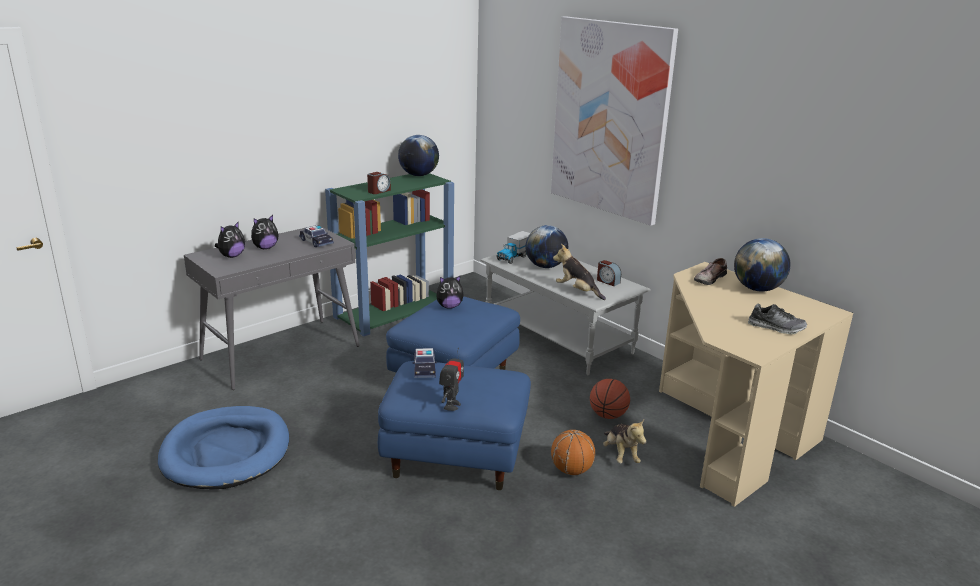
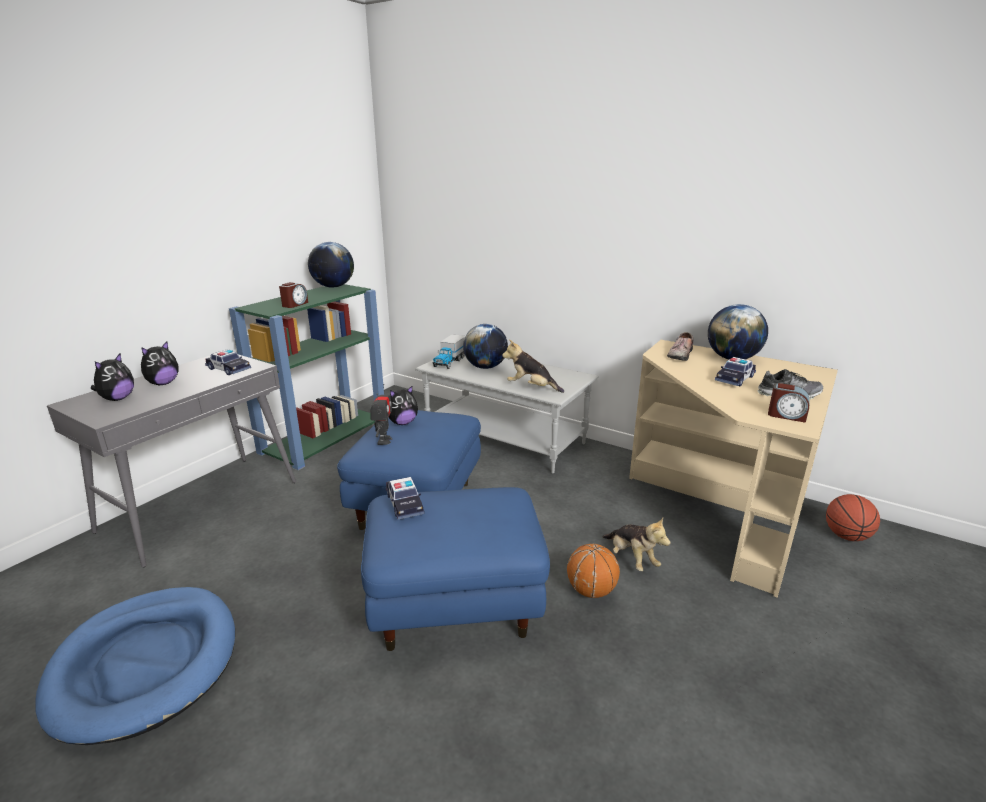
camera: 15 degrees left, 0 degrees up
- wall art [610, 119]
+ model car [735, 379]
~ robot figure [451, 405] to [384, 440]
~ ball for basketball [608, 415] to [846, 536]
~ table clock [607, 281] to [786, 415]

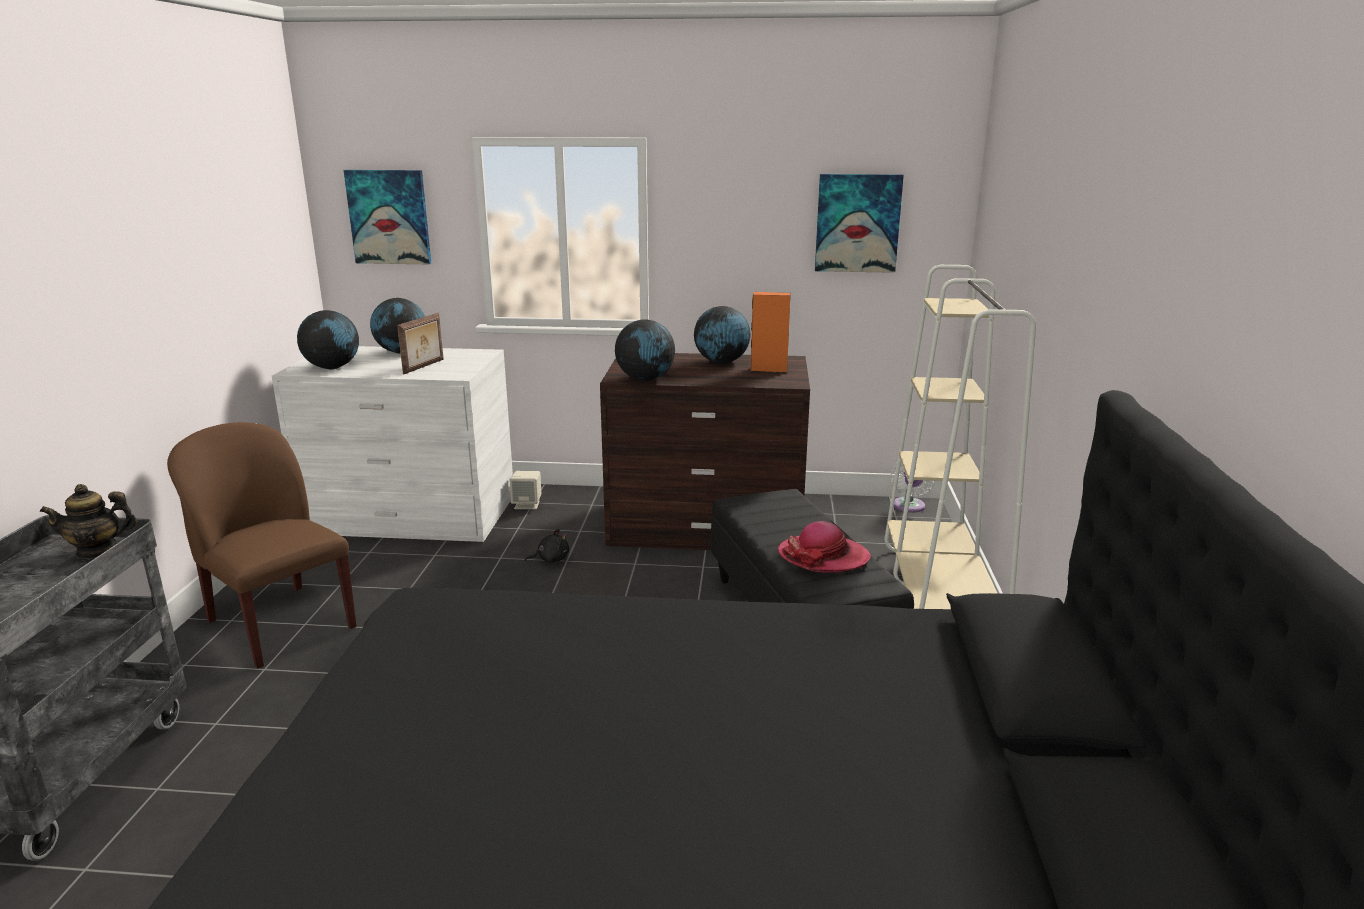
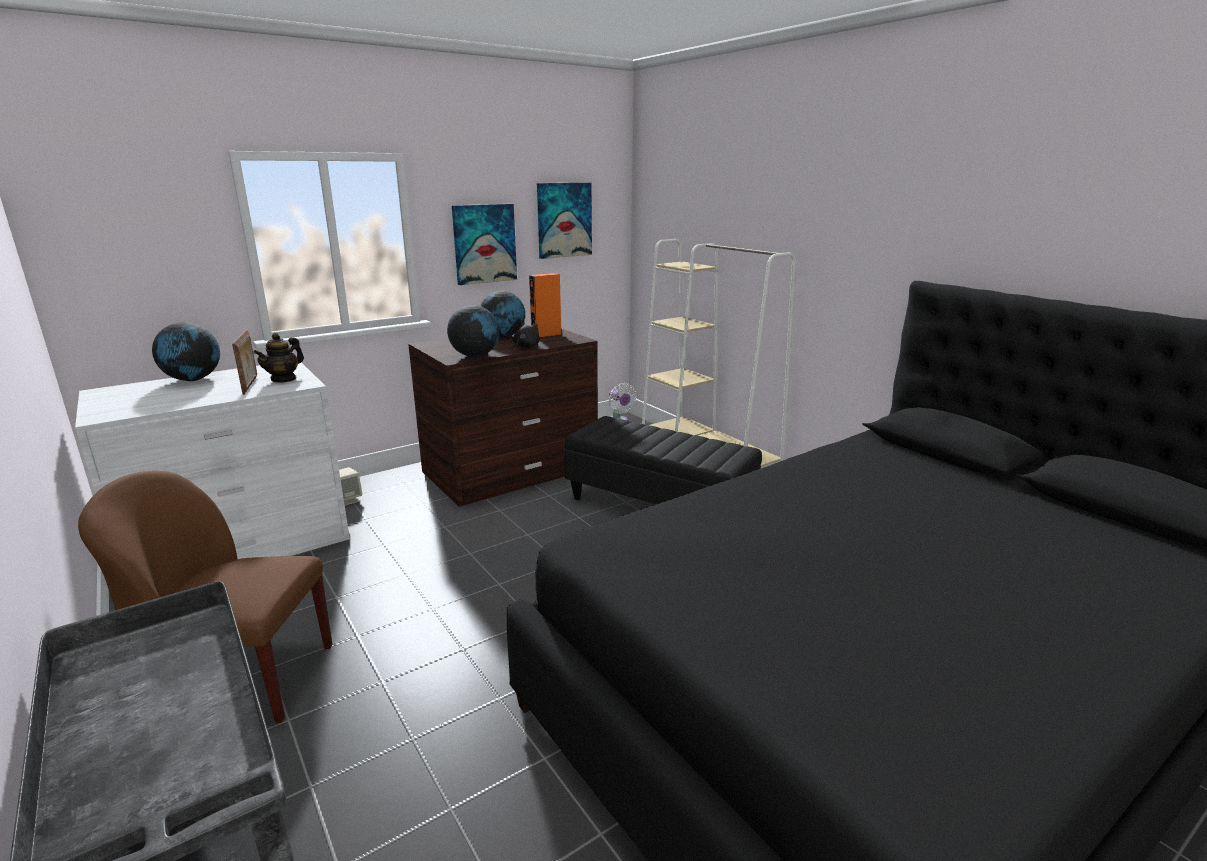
camera: 40 degrees left, 0 degrees up
- desk globe [332, 367]
- wearable hat [823, 557]
~ pot for tea [97, 550] to [284, 379]
~ wall art [389, 217] to [484, 243]
~ soft toy in black-coloured [551, 559] to [525, 347]

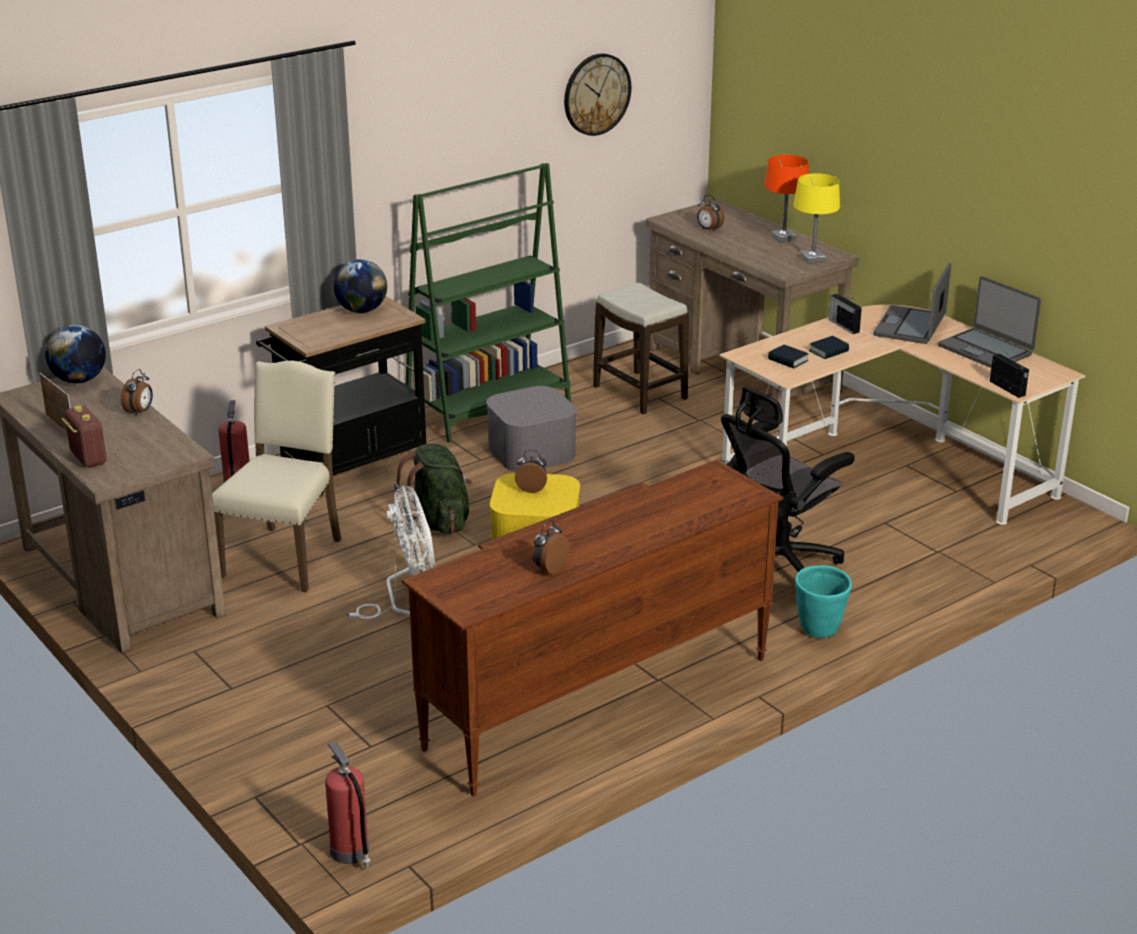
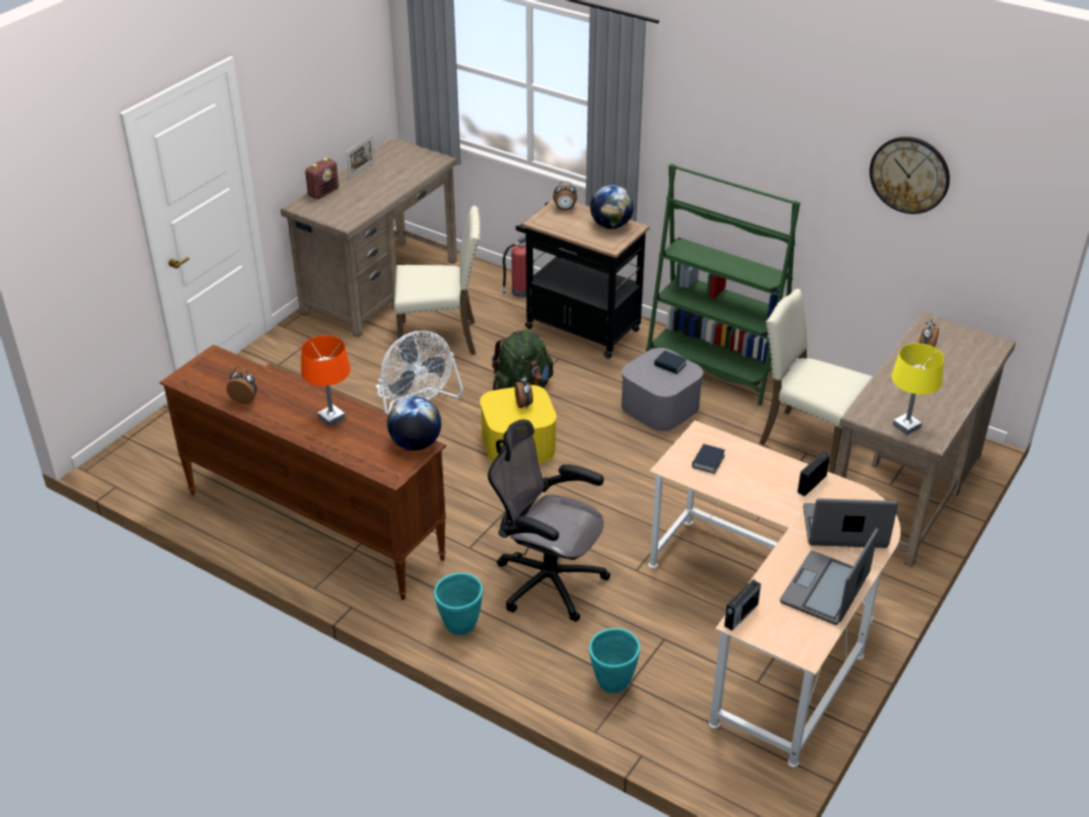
camera: 70 degrees right, 10 degrees up
- fire-fighting cylinder [350, 852]
+ flower pot in blue-green [612, 682]
~ desk globe [79, 380] to [416, 444]
~ table clock [140, 412] to [565, 209]
~ tabletop lamp in orangey [783, 238] to [331, 418]
~ bound book [828, 351] to [670, 365]
~ sitting stool [639, 393] to upright chair in beige [807, 440]

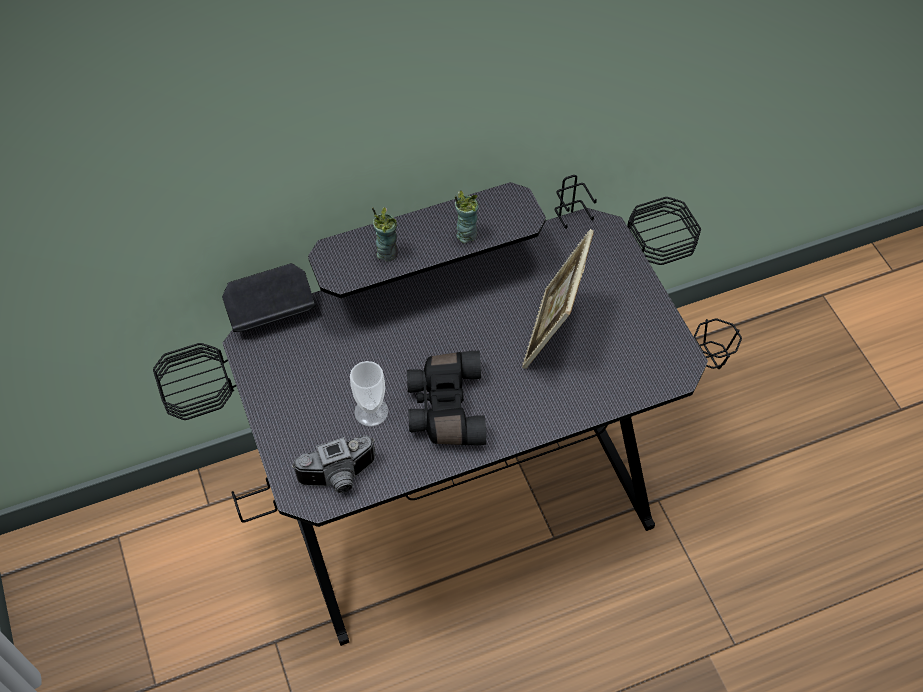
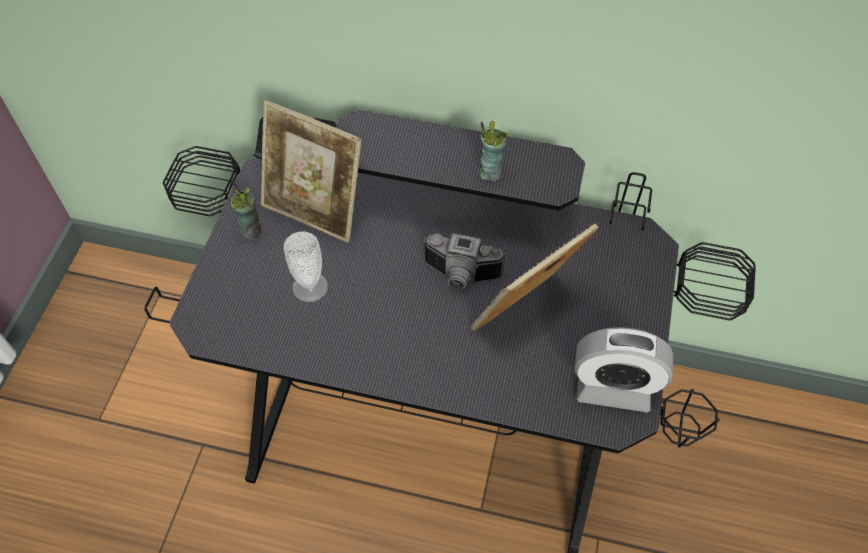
camera: 35 degrees right, 0 degrees up
- pair of binoculars in black-coloured [444, 407]
+ photo frame [315, 210]
+ table clock [613, 388]
~ still camera [340, 479] to [460, 276]
~ small cup [387, 252] to [251, 230]

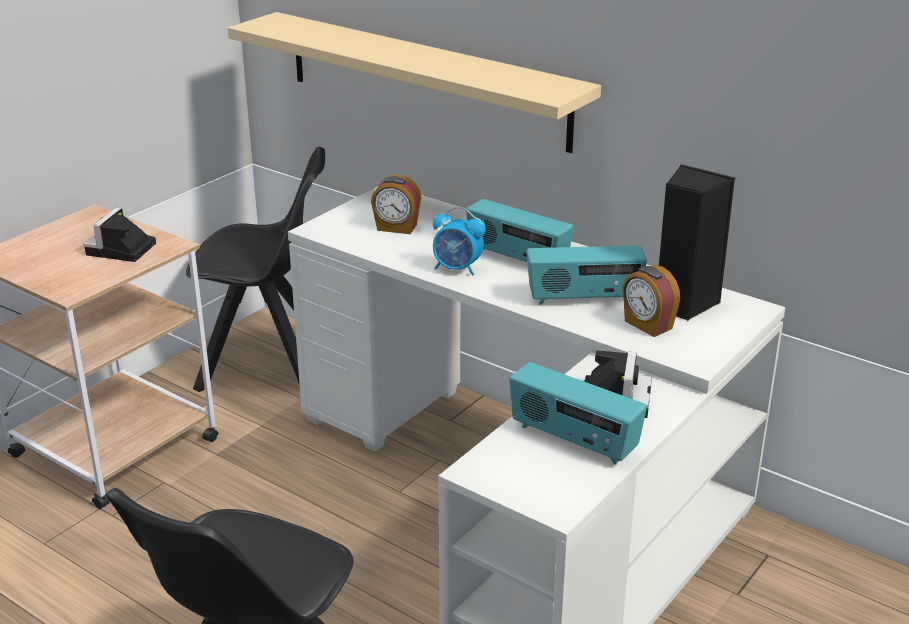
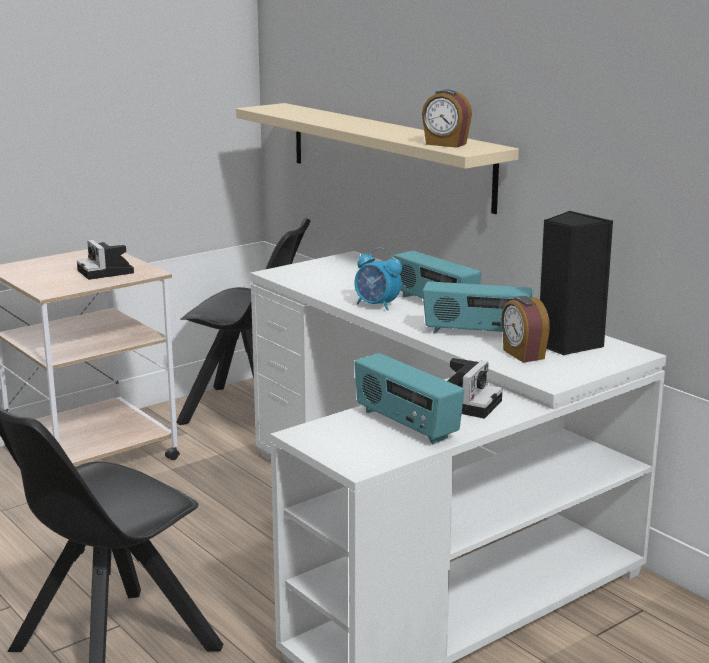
camera: 15 degrees right, 10 degrees down
~ table clock [396, 228] to [445, 144]
~ still camera [121, 250] = [107, 272] 60 degrees counterclockwise

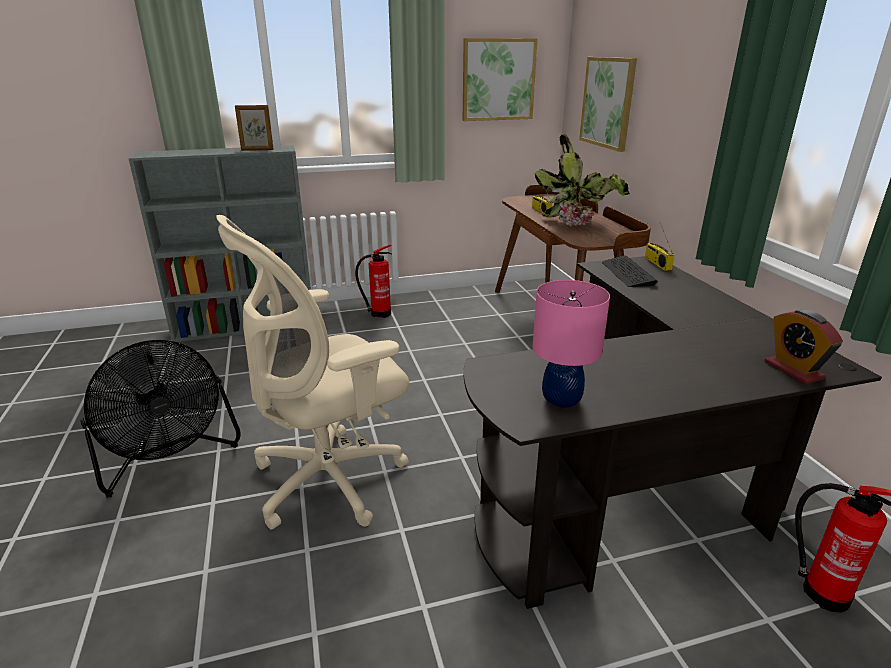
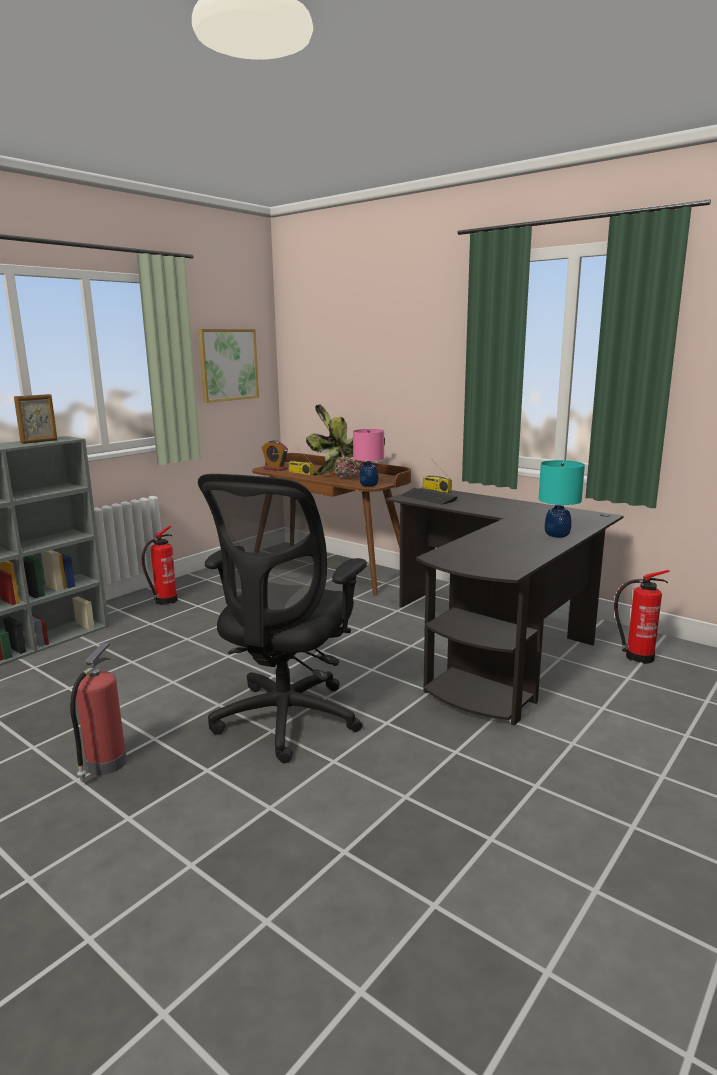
camera: 35 degrees left, 10 degrees down
- wall art [608, 102]
+ tabletop lamp in blue-green [557, 536]
~ tabletop lamp in pink [560, 401] to [369, 485]
~ table clock [793, 370] to [275, 469]
~ cooling fan in black-coloured [163, 459] to fire-fighting cylinder [105, 764]
~ office chair in beige [335, 474] to office chair in black-coloured [289, 713]

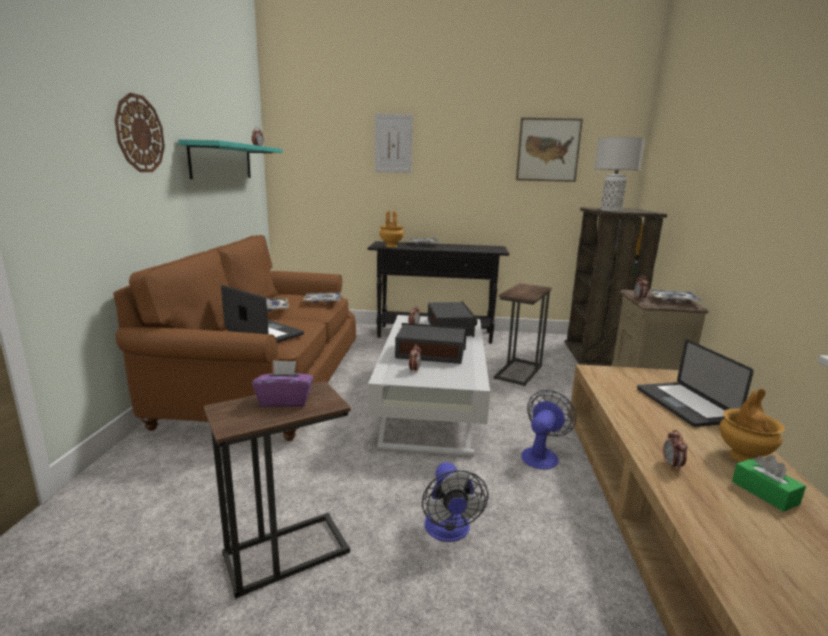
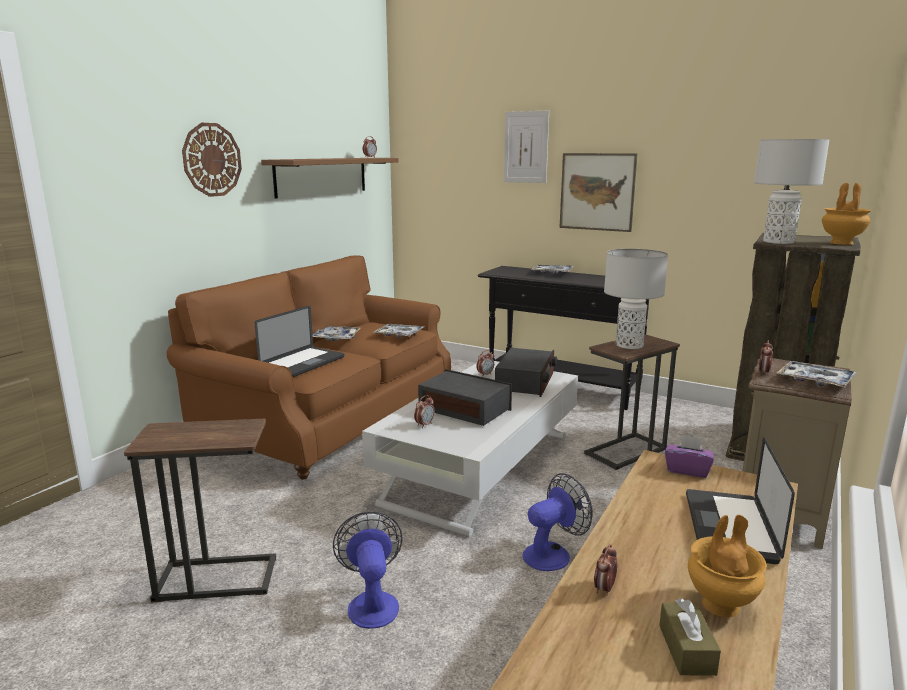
camera: 25 degrees right, 0 degrees up
+ tabletop lamp in whitish [628, 345]
~ box of tissues in purple [285, 401] to [687, 470]
~ vase in brown [391, 246] to [840, 243]
~ wall art [548, 150] to [597, 192]
~ shelf in blue-green [222, 161] to shelf in brown [322, 176]
~ box of tissues in green [764, 493] to box of tissues in brown [686, 649]
~ laptop [264, 332] = [303, 363] 60 degrees clockwise
~ cooling fan [448, 531] = [372, 602] 150 degrees clockwise

